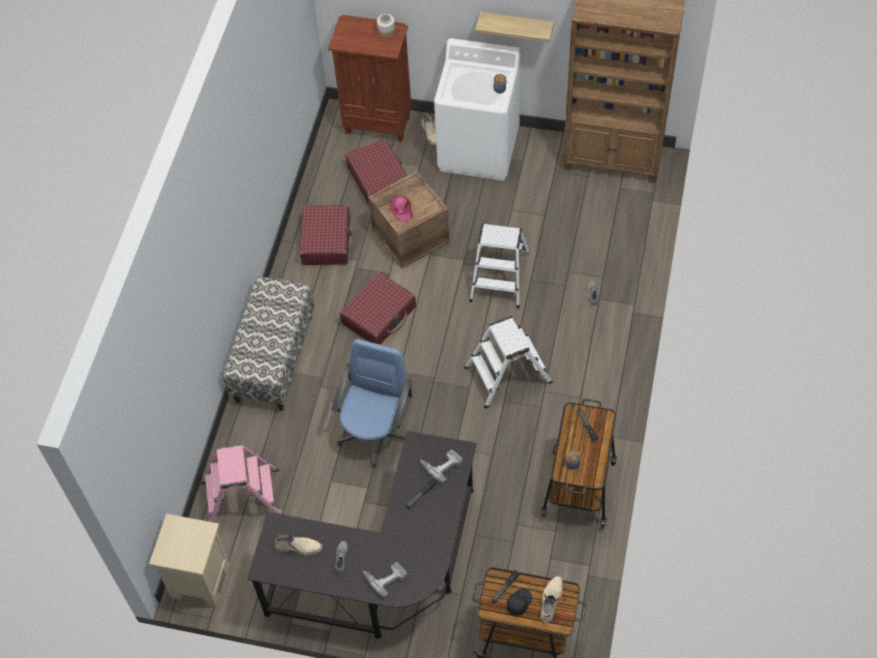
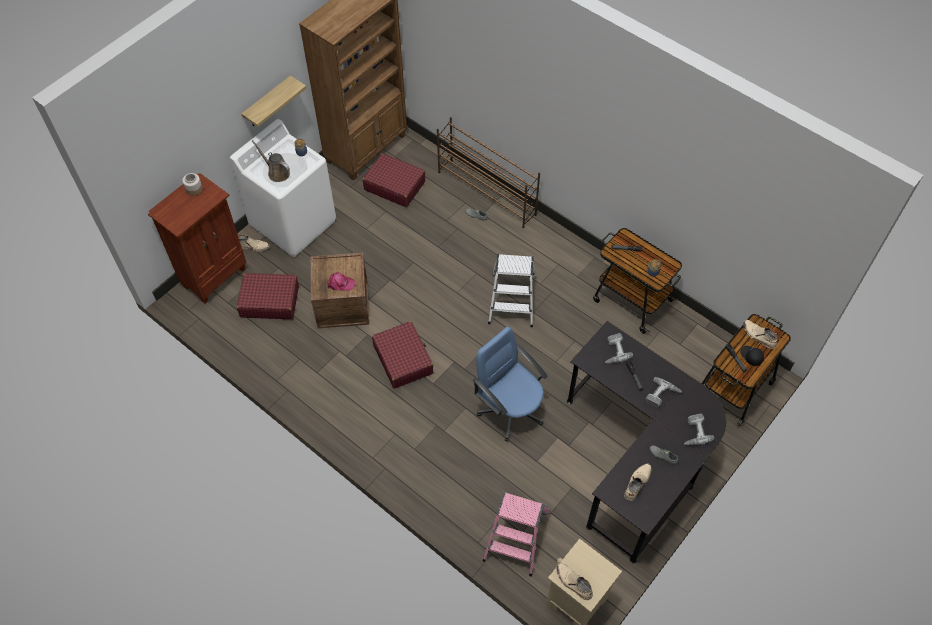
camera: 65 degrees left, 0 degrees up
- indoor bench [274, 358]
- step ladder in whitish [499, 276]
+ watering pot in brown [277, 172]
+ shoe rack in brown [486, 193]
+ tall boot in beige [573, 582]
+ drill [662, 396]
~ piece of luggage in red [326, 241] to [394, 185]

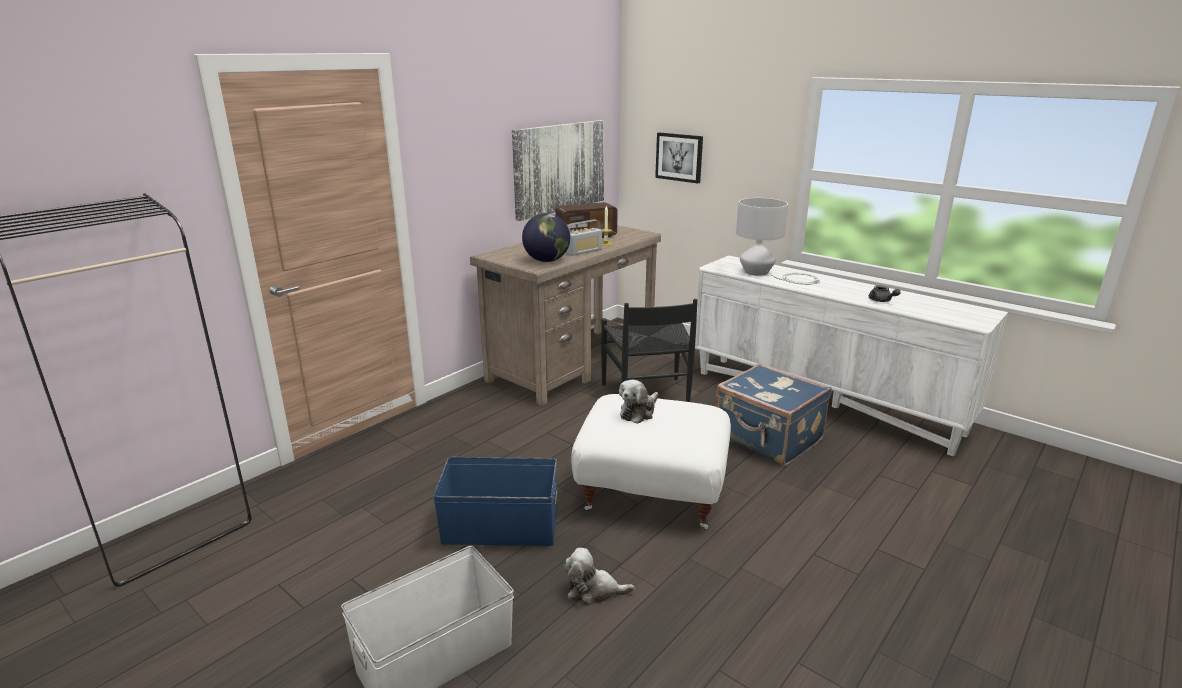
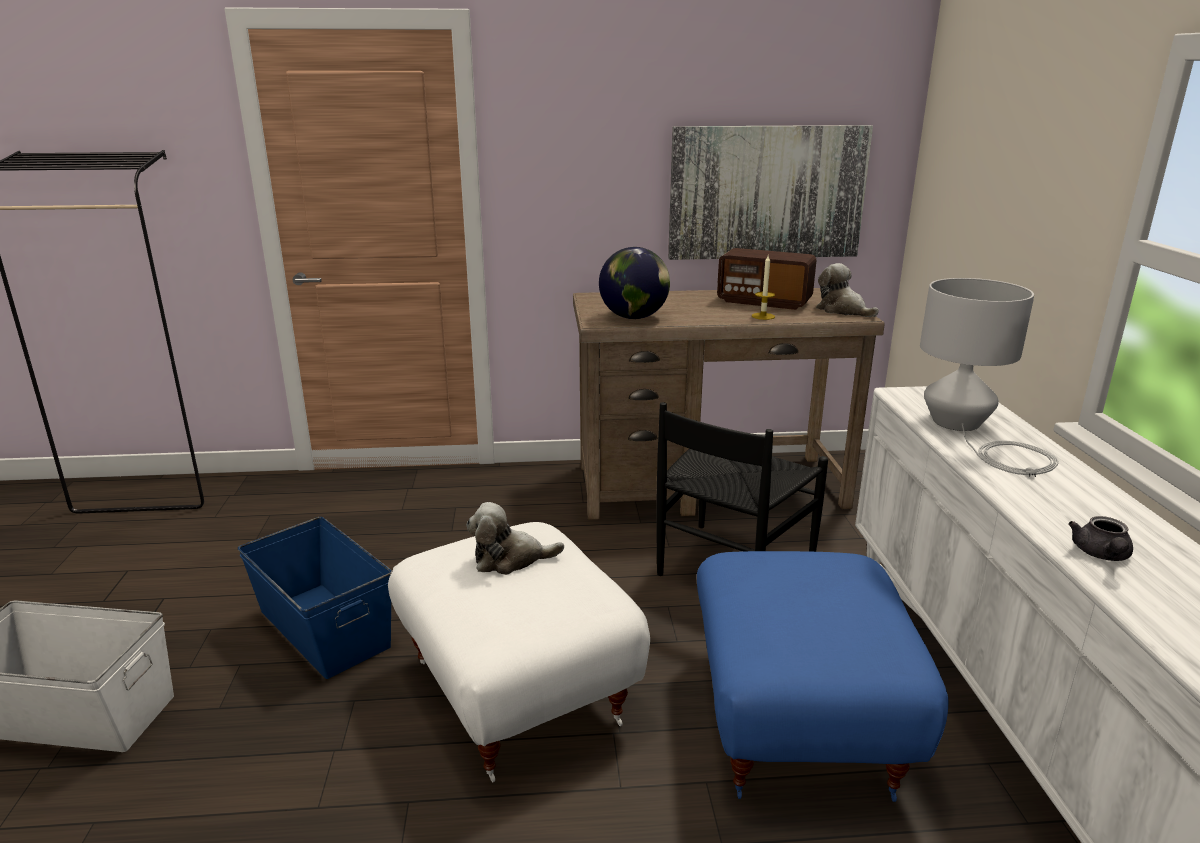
camera: 45 degrees right, 0 degrees up
- radio set [584, 251]
- wall art [679, 157]
~ soft toy [594, 591] to [843, 310]
~ piece of luggage in blue [768, 439] to pouffe in blue [800, 721]

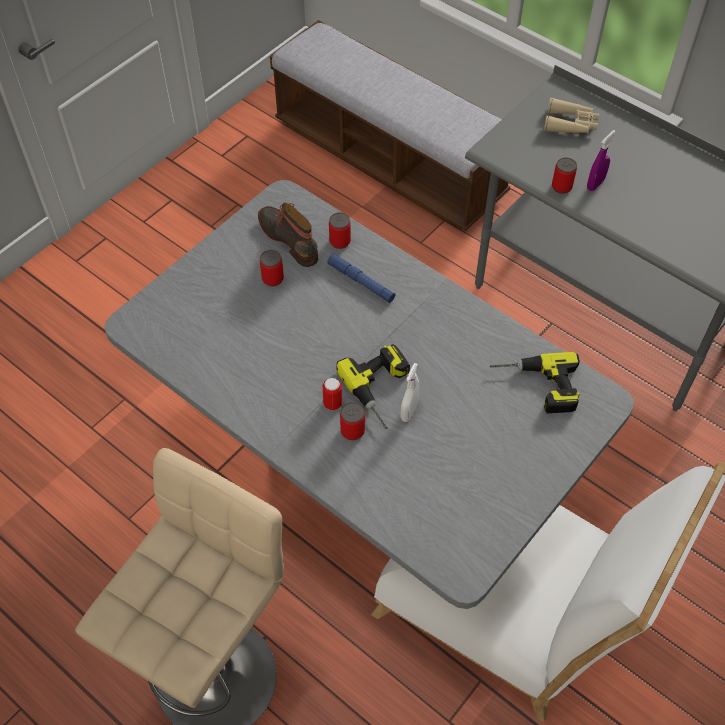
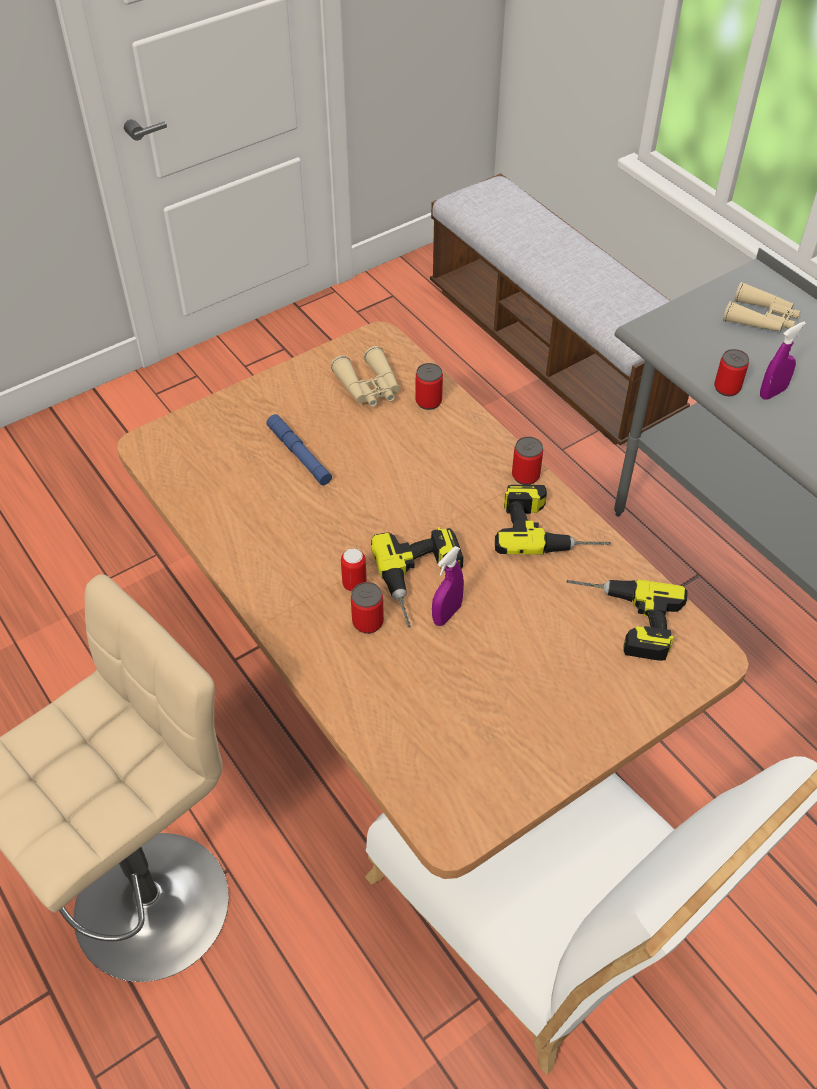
camera: 15 degrees right, 5 degrees down
+ drill [550, 527]
~ sealed can [273, 279] to [525, 475]
~ torch in blue [361, 282] to [299, 454]
~ tall boot [290, 239] to pair of binoculars in beige [369, 387]
~ dinner table in gray [363, 470] to dinner table in brown [409, 699]
~ hand sprayer in whitish [409, 411] to hand sprayer in purple [447, 614]

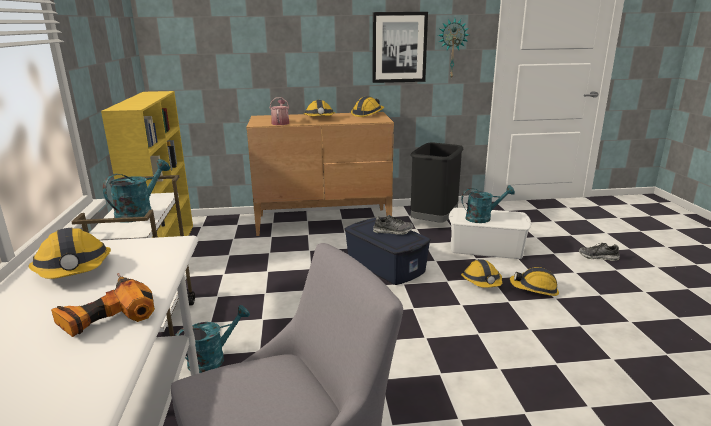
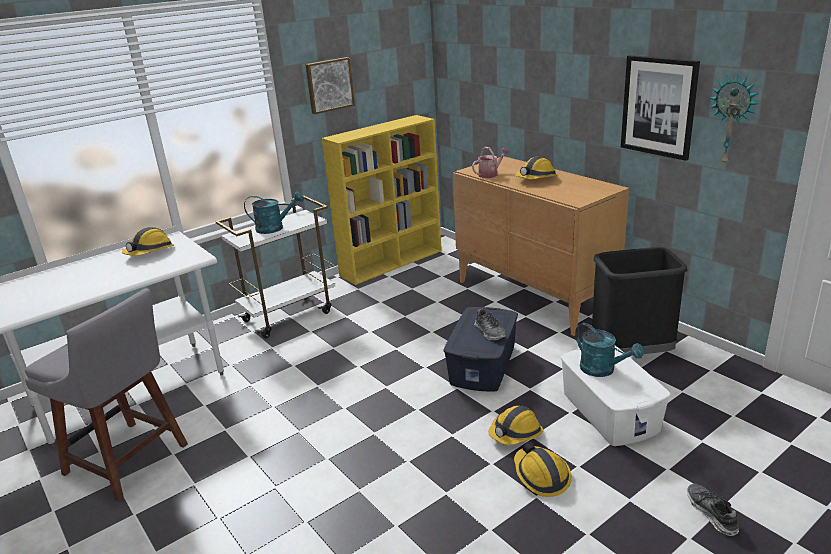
camera: 60 degrees right, 5 degrees up
- drill [105, 314]
- watering pot in blue-green [213, 358]
- work helmet [367, 114]
+ wall art [329, 85]

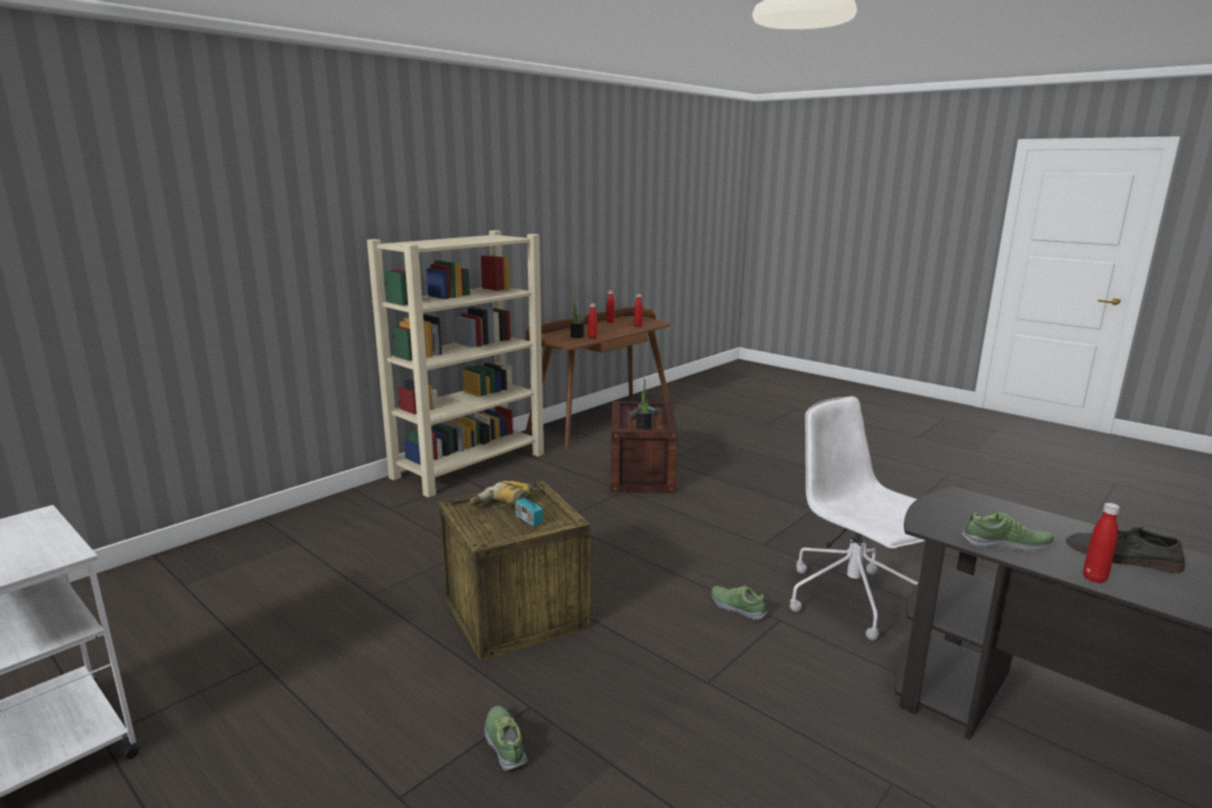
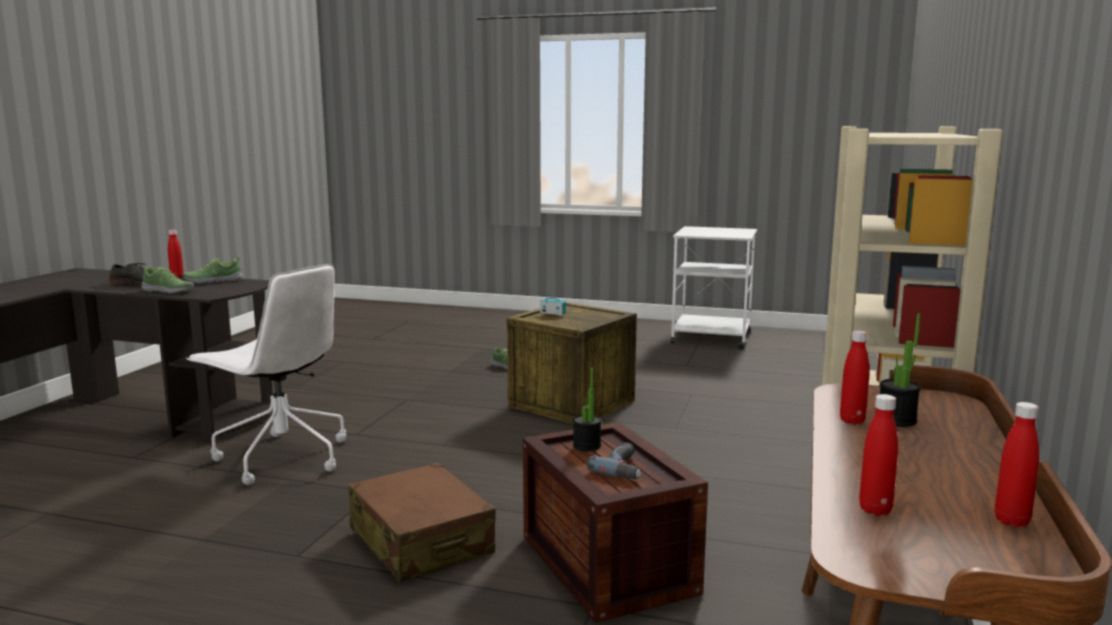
camera: 155 degrees right, 5 degrees down
- drill [506, 502]
+ piece of luggage in brown [421, 541]
~ shoe [737, 607] to [168, 291]

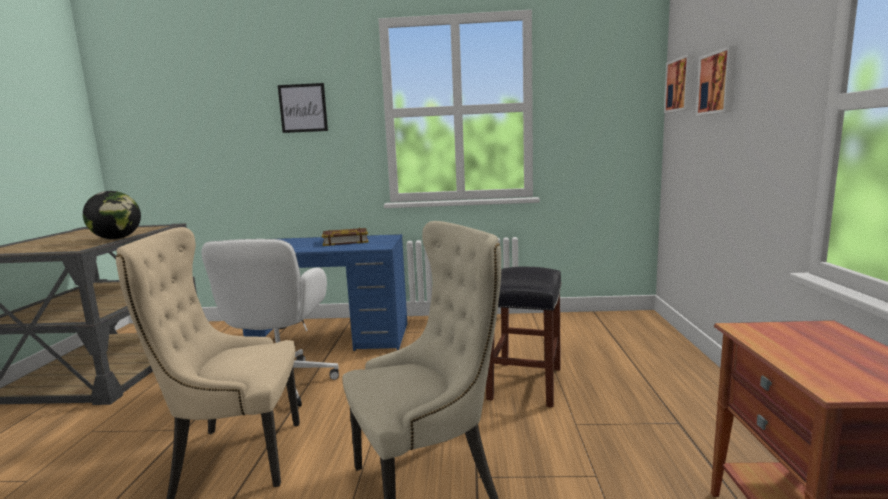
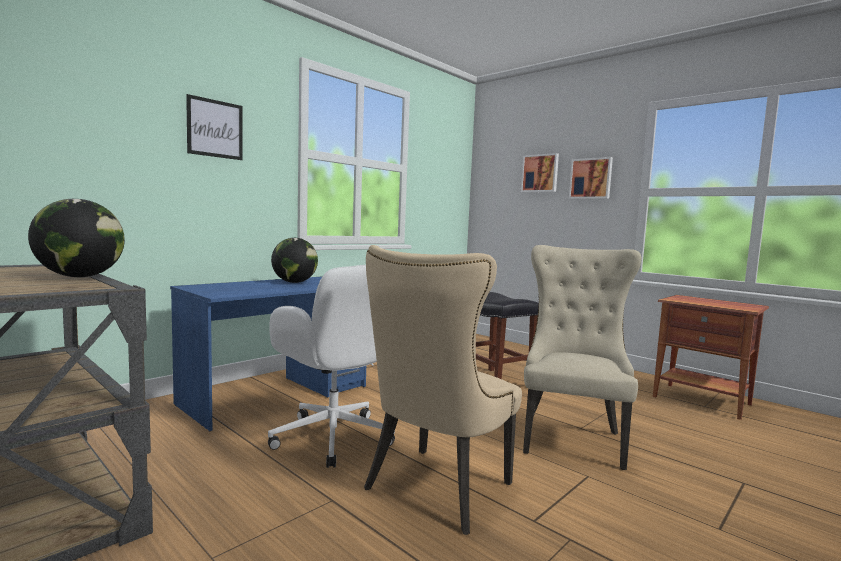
camera: 50 degrees left, 5 degrees down
~ wall art [681, 85] to [591, 178]
~ bound book [345, 241] to desk globe [294, 282]

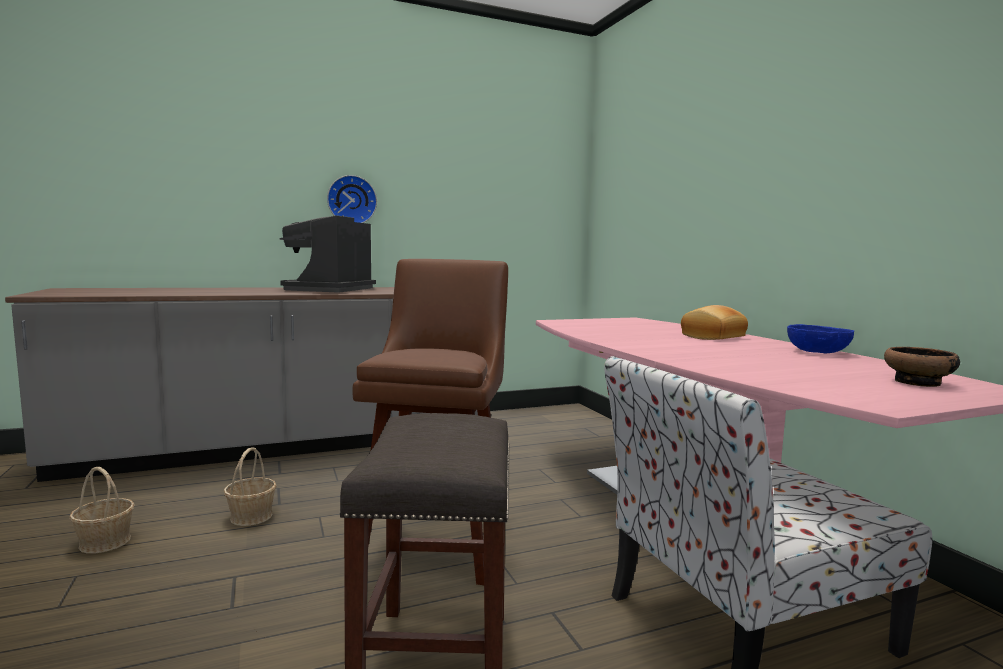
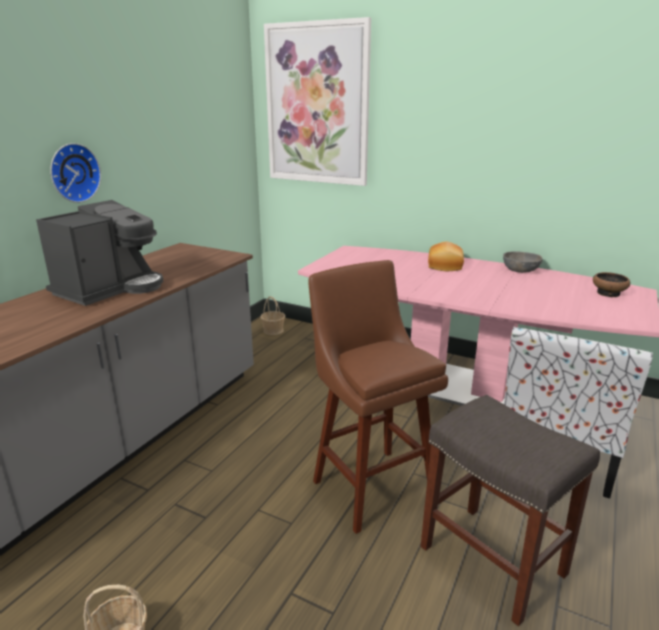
camera: 40 degrees left, 15 degrees up
+ wall art [317, 105]
~ household basket [252, 516] to [273, 330]
~ serving bowl in blue [817, 352] to serving bowl in gray [520, 270]
~ coffee machine [330, 290] = [110, 288] 120 degrees counterclockwise

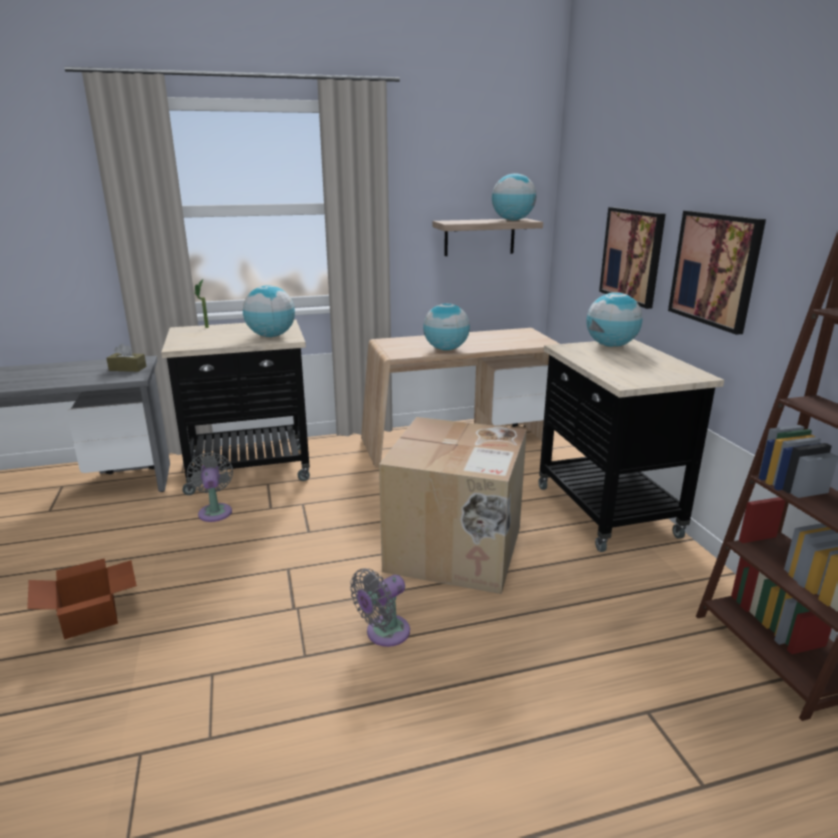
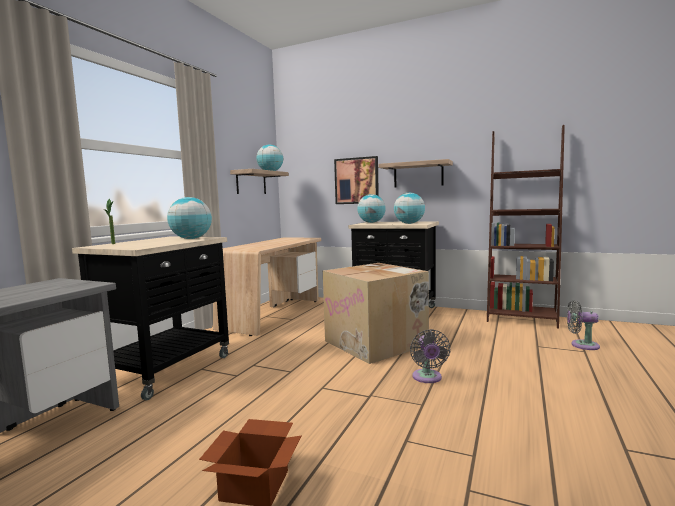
camera: 50 degrees left, 15 degrees down
- box of tissues in brown [127, 368]
~ cooling fan in gray [215, 511] to [581, 345]
~ desk globe [446, 349] to [409, 223]
~ wall art [715, 269] to shelf [418, 175]

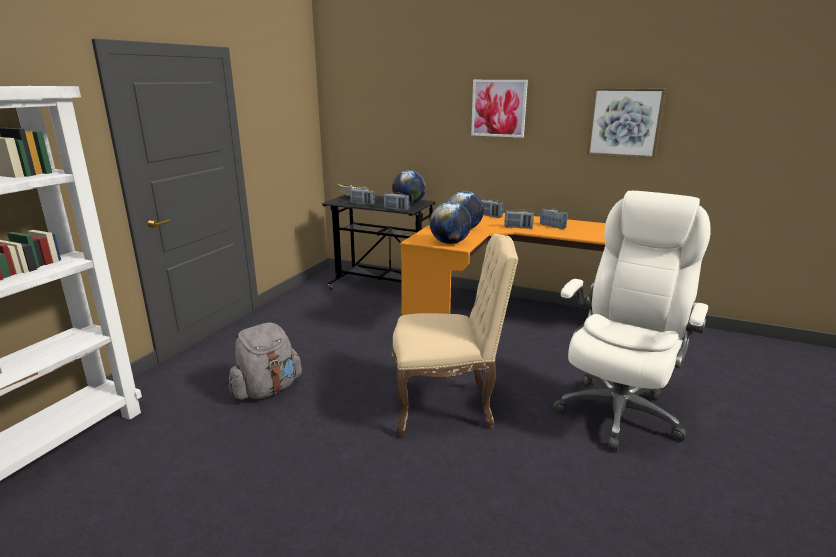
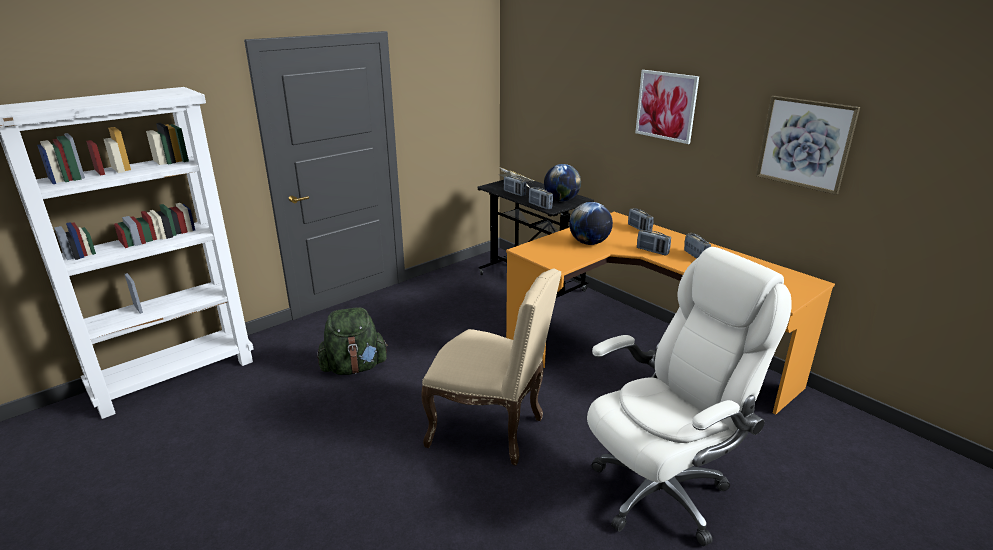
camera: 25 degrees right, 5 degrees up
- desk globe [450, 243]
~ knapsack in gray [267, 390] to knapsack in green [354, 367]

